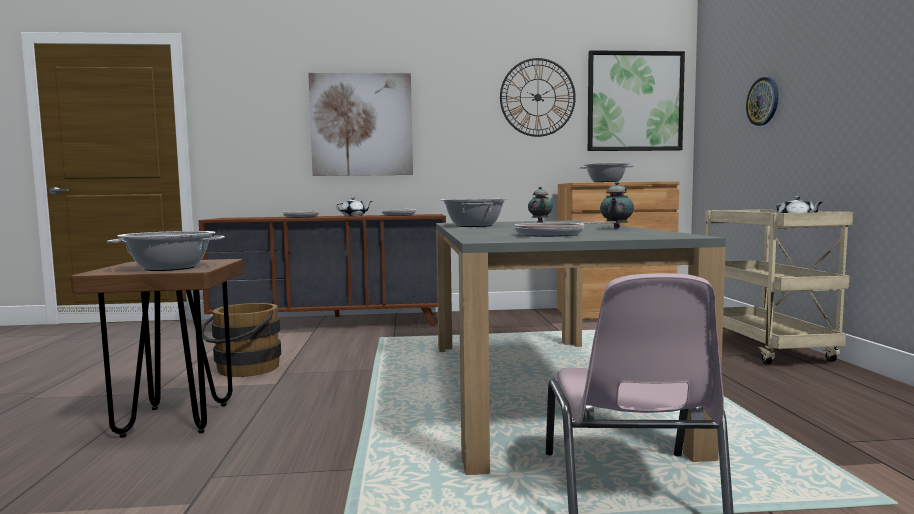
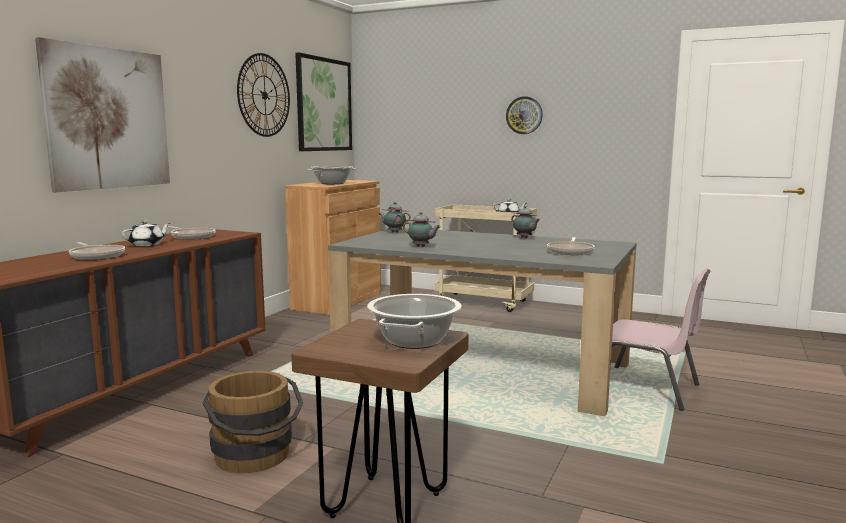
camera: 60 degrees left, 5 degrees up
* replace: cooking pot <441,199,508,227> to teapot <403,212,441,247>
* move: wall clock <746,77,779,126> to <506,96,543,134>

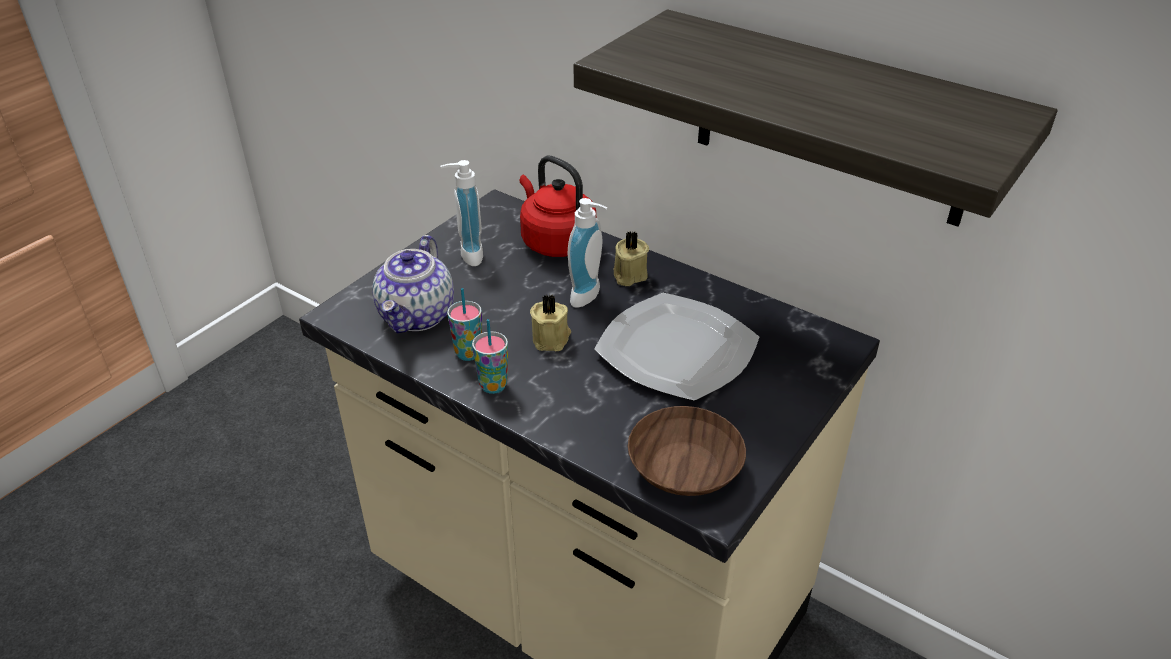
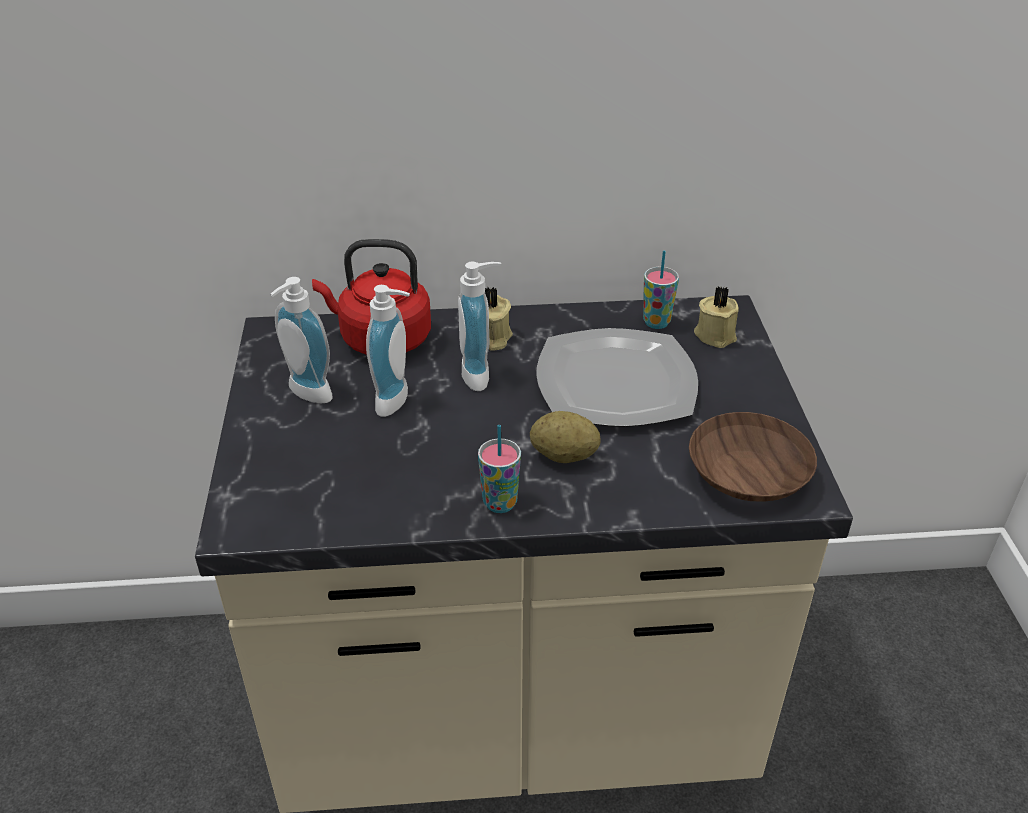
camera: 40 degrees left, 0 degrees up
* insert: soap dispenser <366,285,410,417>
* insert: potato <530,411,601,463>
* move: cup <447,288,482,361> to <643,251,679,329>
* move: beige candle <530,294,571,351> to <694,287,739,348>
* delete: teapot <373,235,454,334>
* delete: shelf <574,9,1057,227>

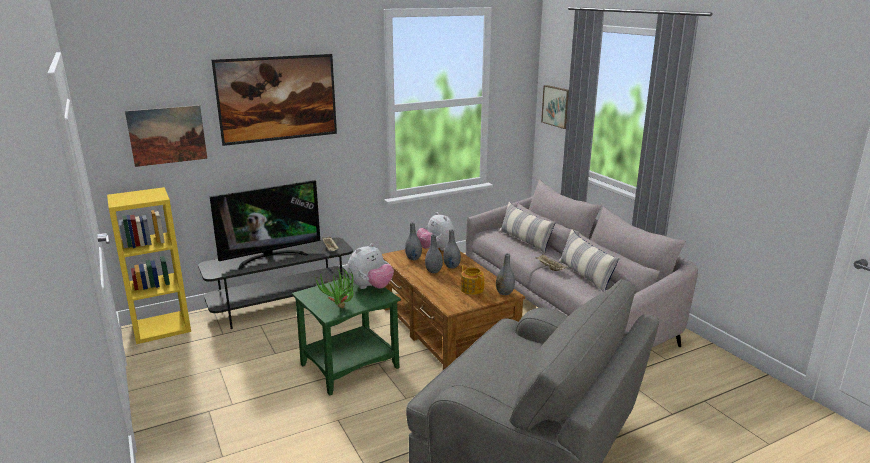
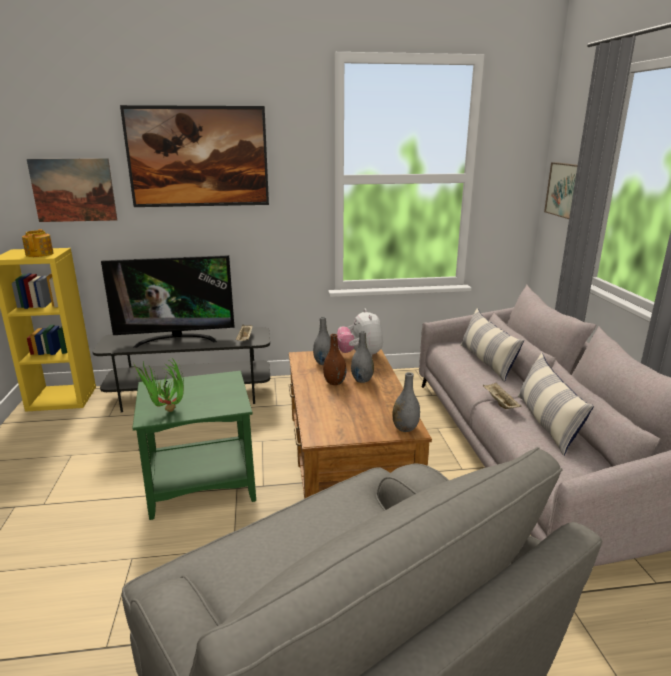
camera: 20 degrees right, 0 degrees up
* move: teapot <461,265,484,295> to <22,229,54,257>
* recolor: grey vase <425,234,443,273> to brown vase <323,334,347,385>
* delete: plush toy <347,243,394,289>

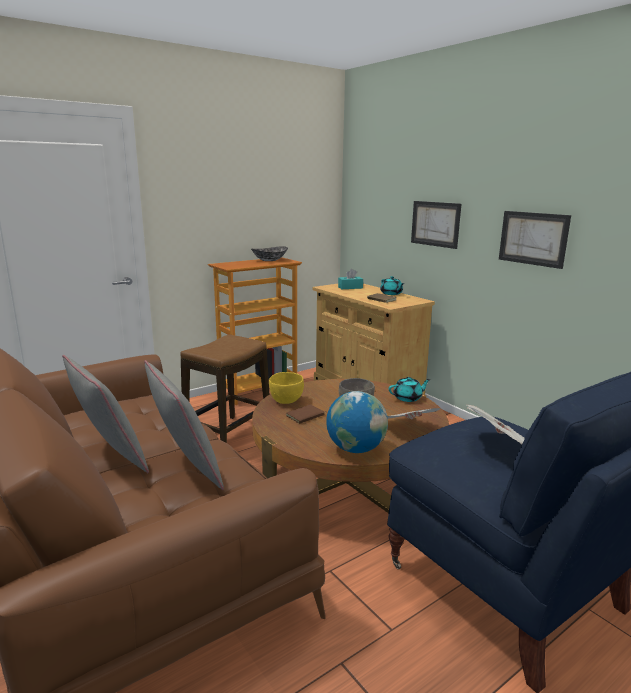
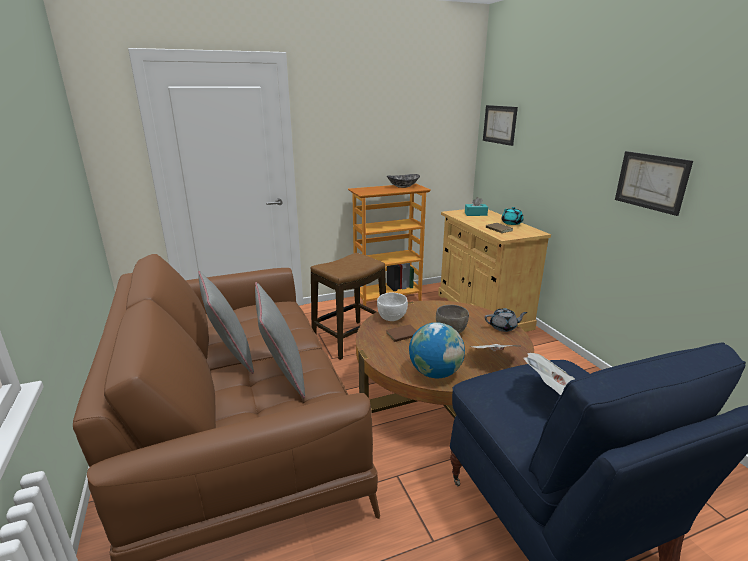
camera: 15 degrees right, 5 degrees up
* recolor: yellow bowl <269,372,304,404> to white bowl <377,292,408,321>
* move: picture <411,201,461,249> to <483,105,518,146>
* recolor: turquoise teapot <389,377,431,402> to grey teapot <485,308,527,332>

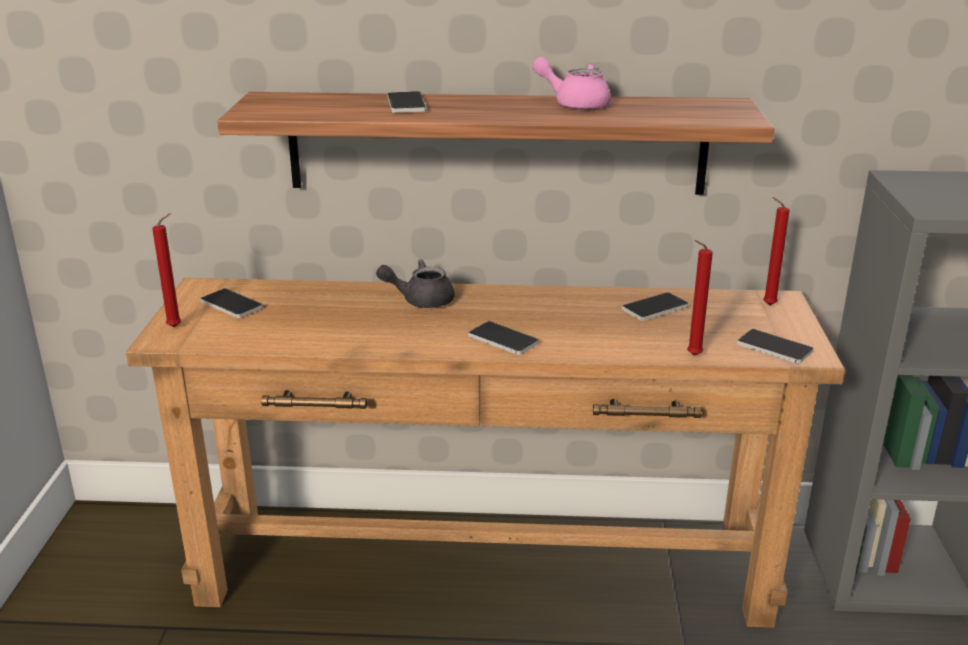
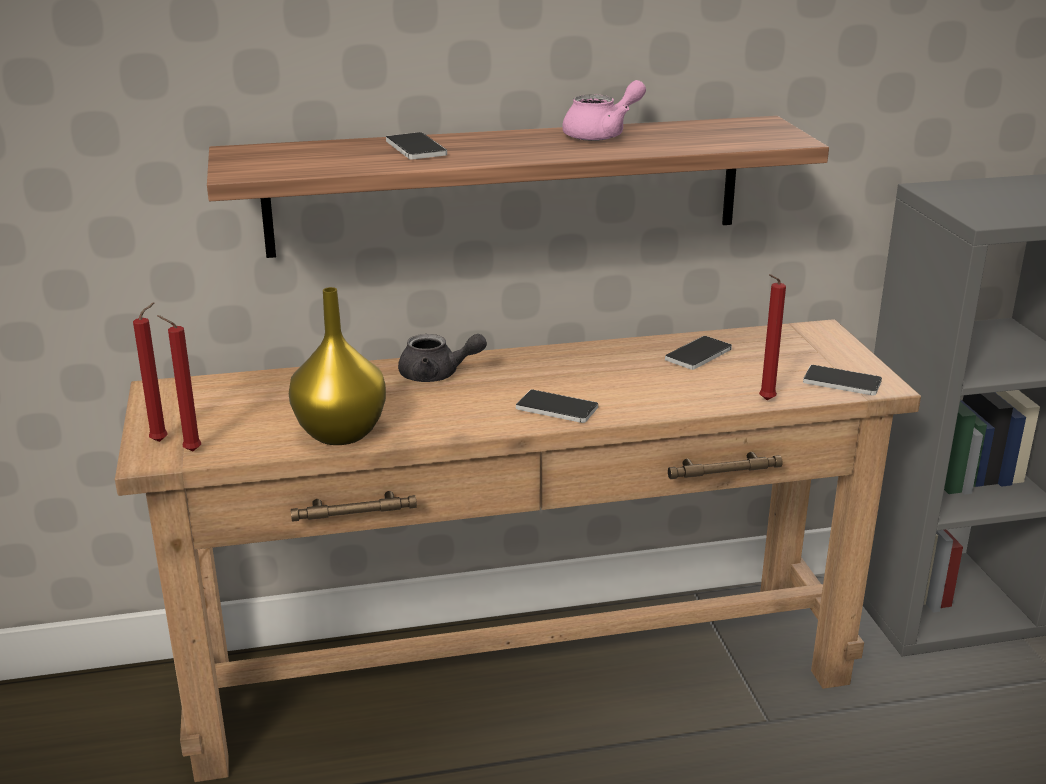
camera: 15 degrees left, 0 degrees up
* move: red candle <763,197,790,306> to <157,315,201,451>
* insert: yellow vase <289,287,386,445>
* rotate: grey teapot <376,259,455,308> = <398,334,487,382> 150 degrees counterclockwise
* rotate: pink teapot <532,57,611,110> = <562,80,646,141> 135 degrees clockwise
* delete: phone <200,288,263,318>

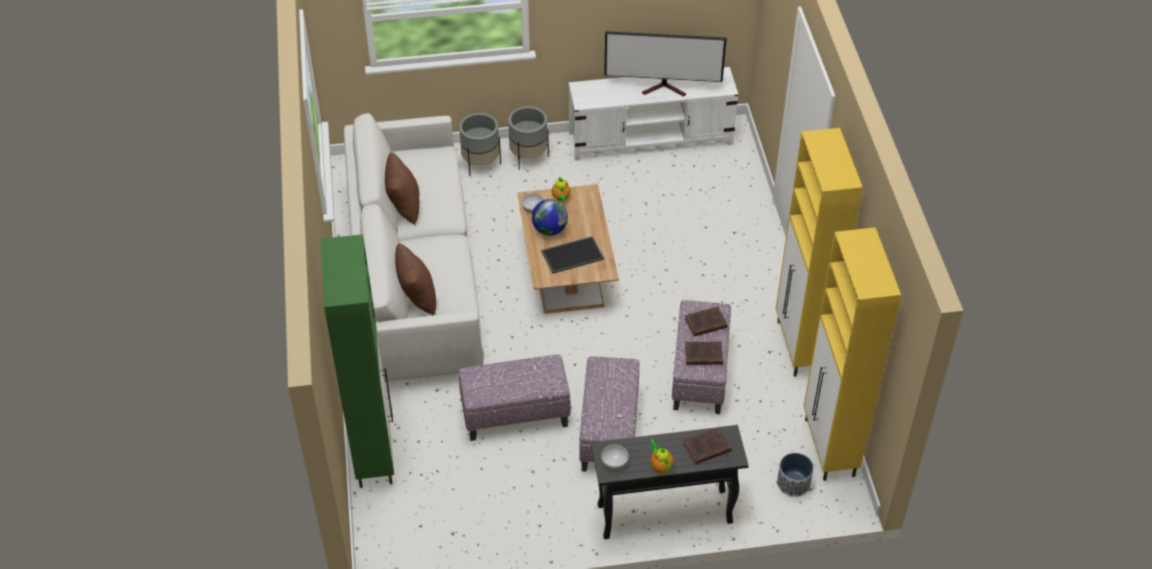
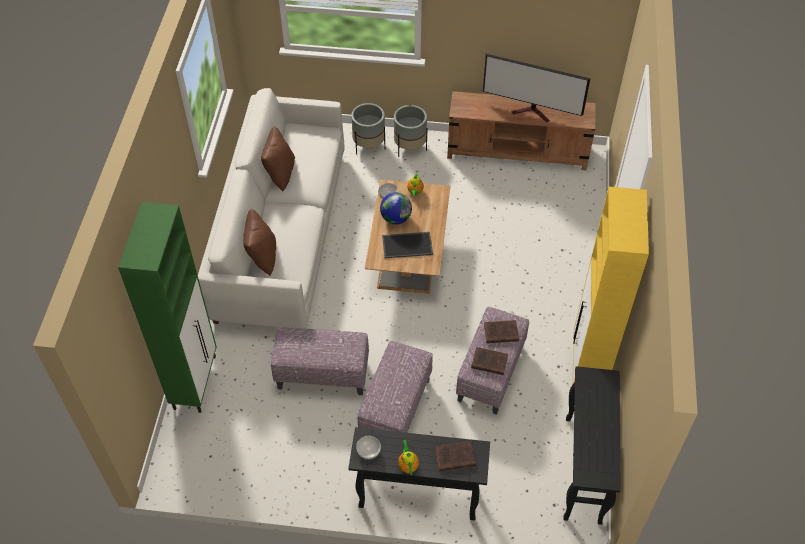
camera: 15 degrees right, 5 degrees up
* recolor: white tv stand <569,67,739,161> to brown tv stand <447,91,596,171>
* replace: yellow cabinet <803,227,901,481> to black console table <564,366,621,525>
* delete: planter <777,453,813,497>

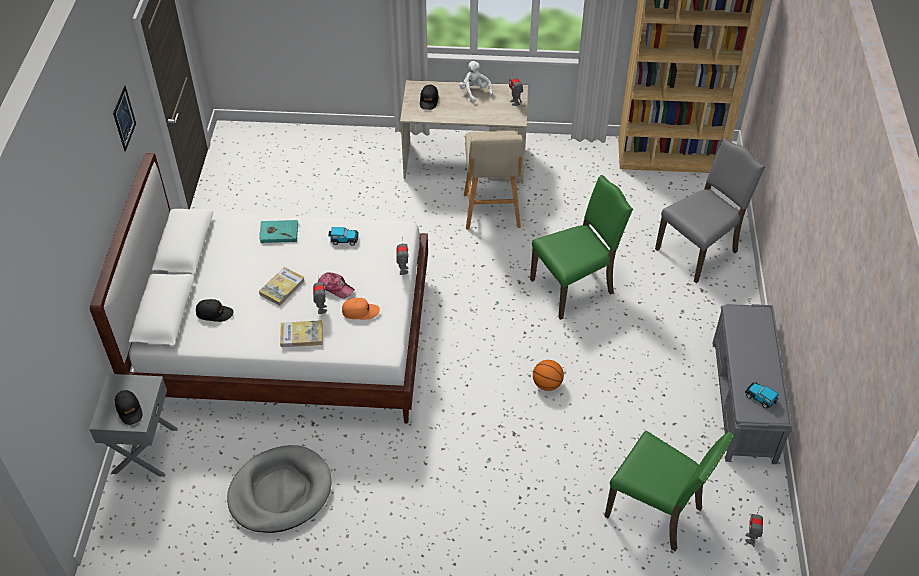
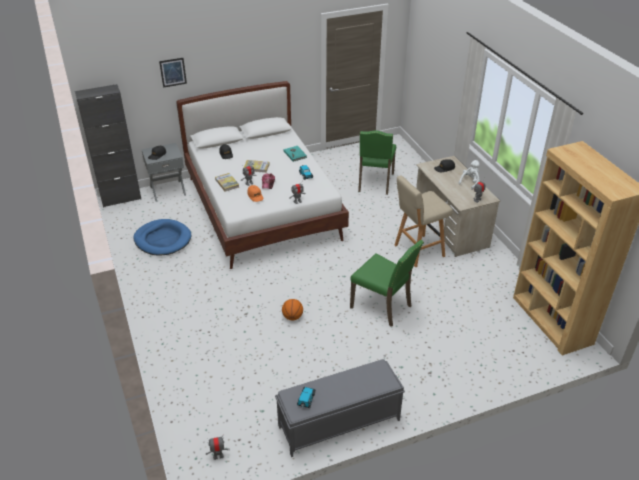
camera: 65 degrees right, 10 degrees down
* insert: black cabinet <75,84,141,207>
* recolor: grey dog bed <227,445,332,533> to blue dog bed <133,219,191,256>
* move: picture <113,86,136,151> to <159,58,187,88>
* move: green chair <604,430,734,551> to <358,130,396,195>
* delete: grey chair <655,138,765,283>

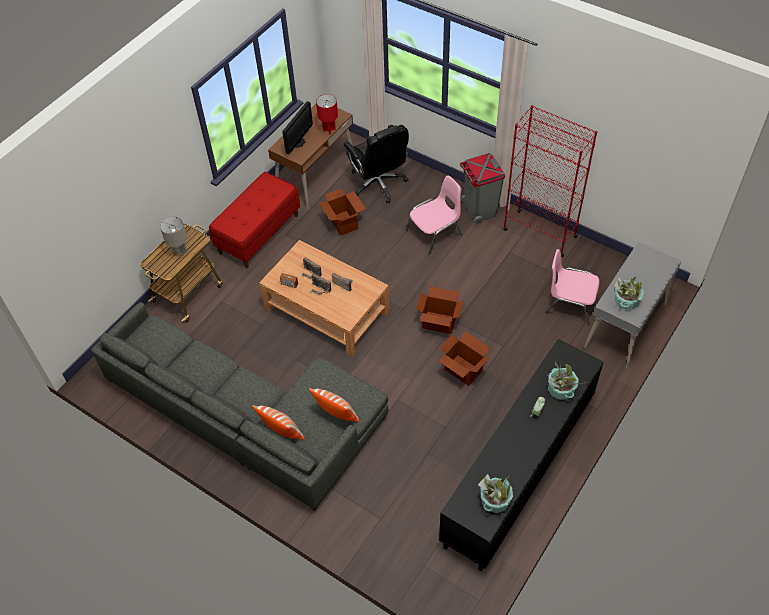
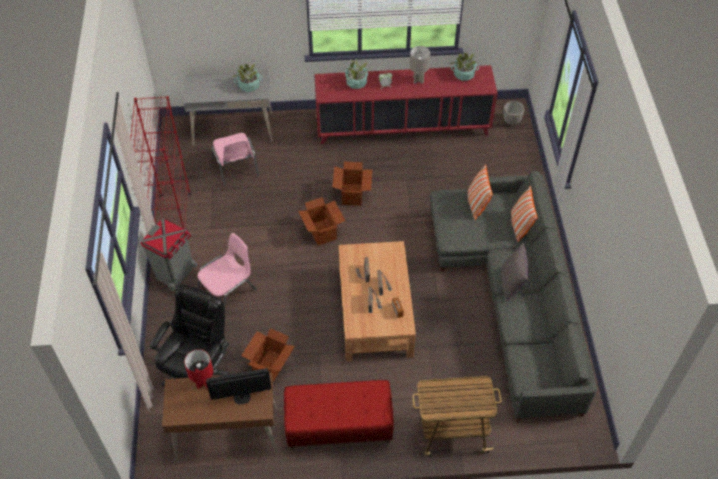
camera: 130 degrees left, 0 degrees up
* rotate: pink chair <406,176,462,255> = <197,233,257,310> 120 degrees clockwise
* recolor: black cabinet <439,339,603,571> to red cabinet <314,65,498,144>
* move: grey table lamp <160,216,187,258> to <410,46,430,84>
* insert: grey pillow <502,243,529,302>
* insert: planter <503,101,524,125>

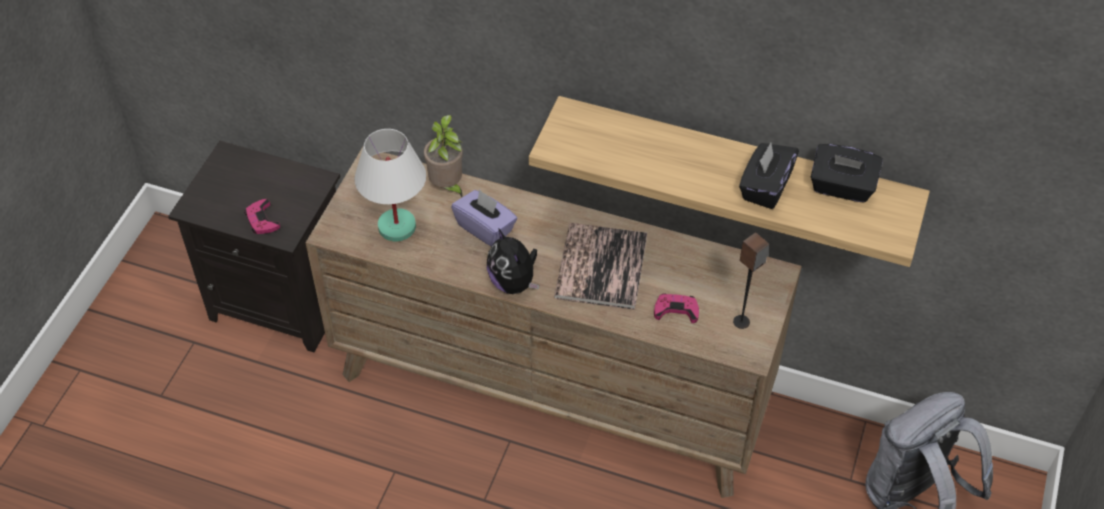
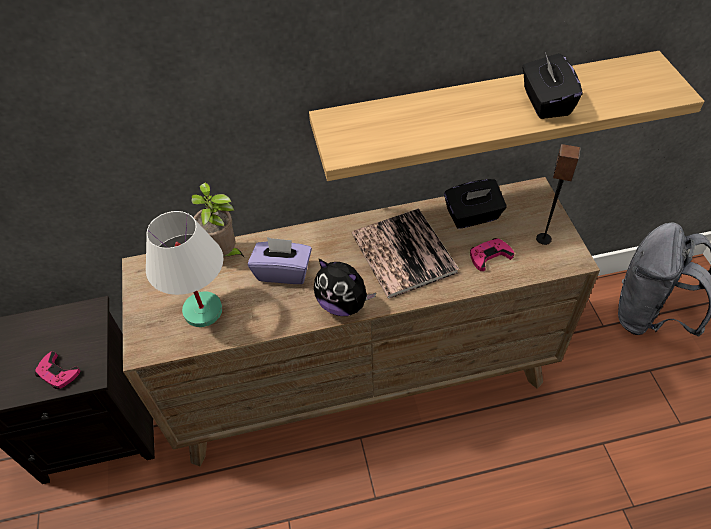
camera: 30 degrees left, 0 degrees up
* move: black tissue box <811,144,883,203> to <444,179,507,229>

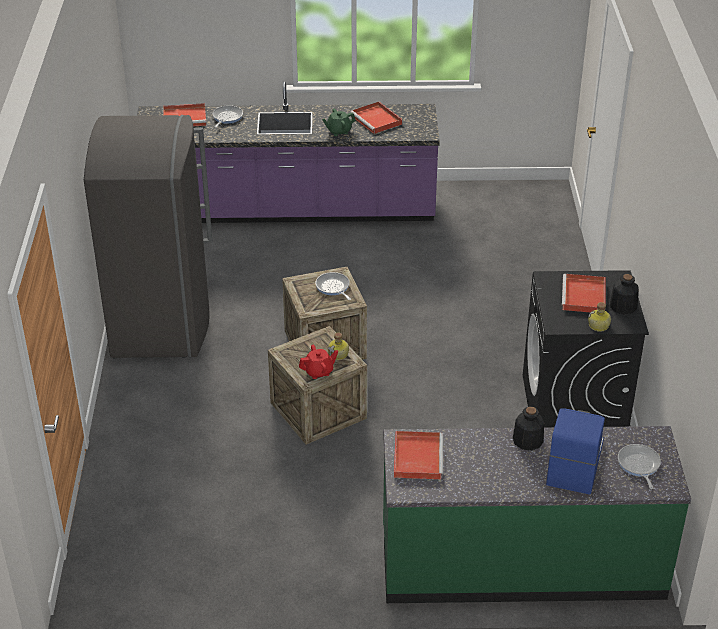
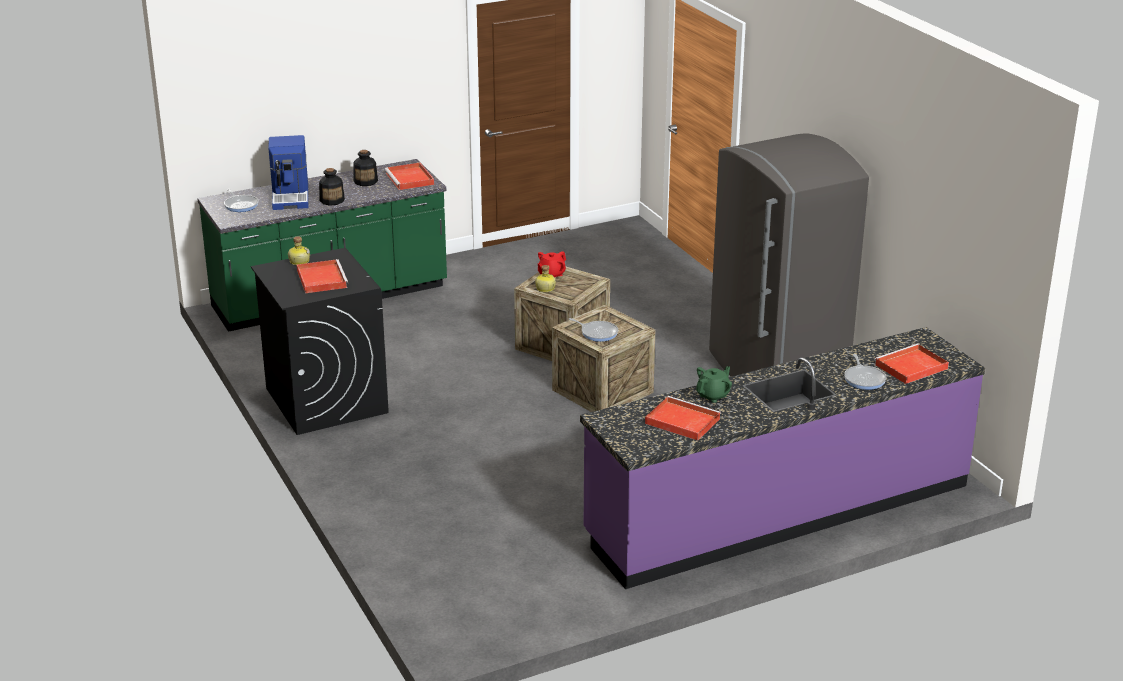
camera: 155 degrees right, 10 degrees down
* move: bottle <610,274,639,314> to <353,150,378,186>

